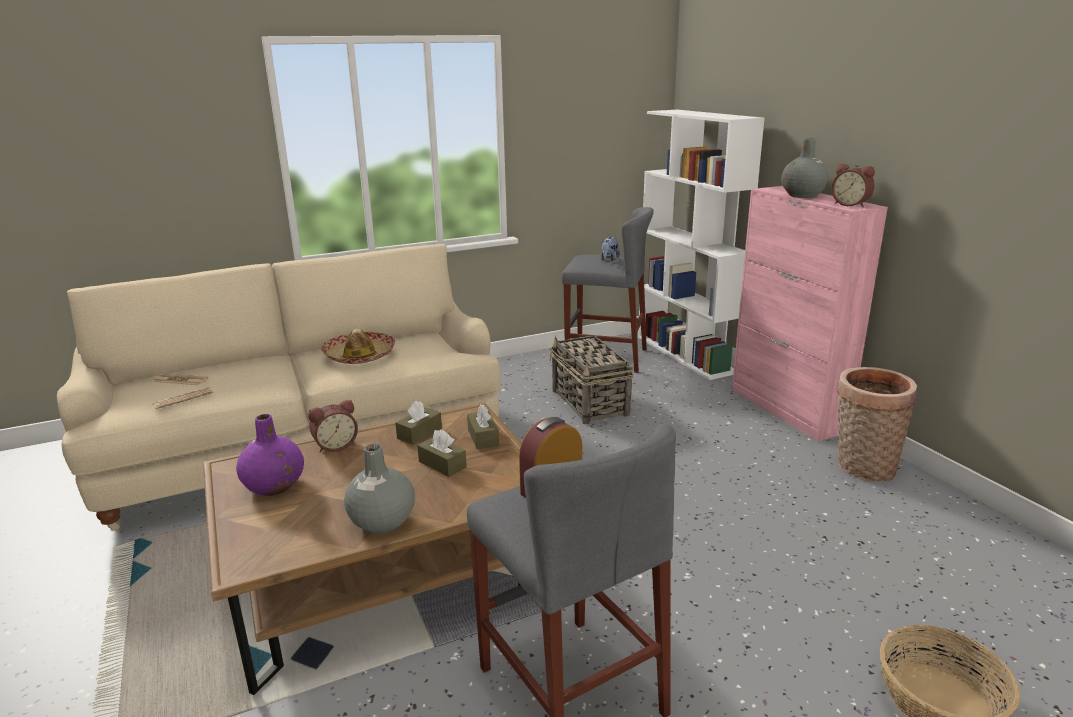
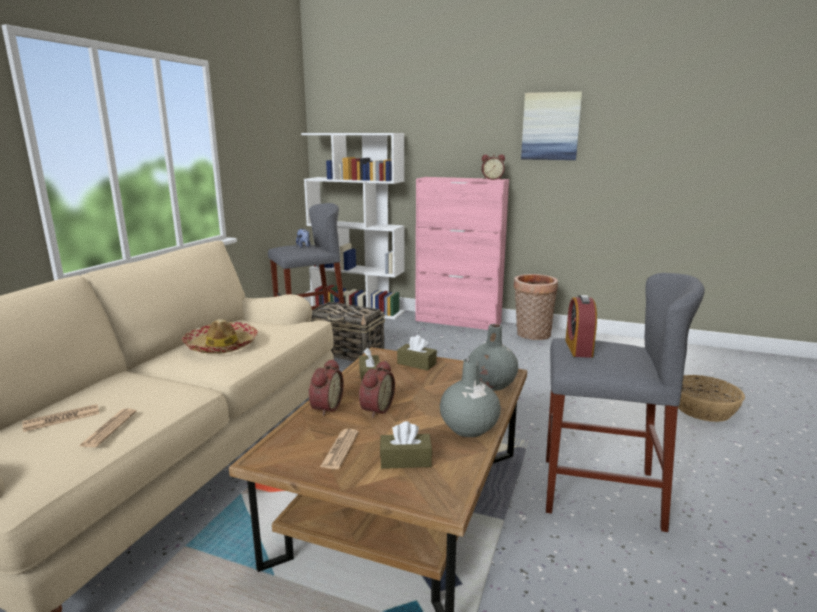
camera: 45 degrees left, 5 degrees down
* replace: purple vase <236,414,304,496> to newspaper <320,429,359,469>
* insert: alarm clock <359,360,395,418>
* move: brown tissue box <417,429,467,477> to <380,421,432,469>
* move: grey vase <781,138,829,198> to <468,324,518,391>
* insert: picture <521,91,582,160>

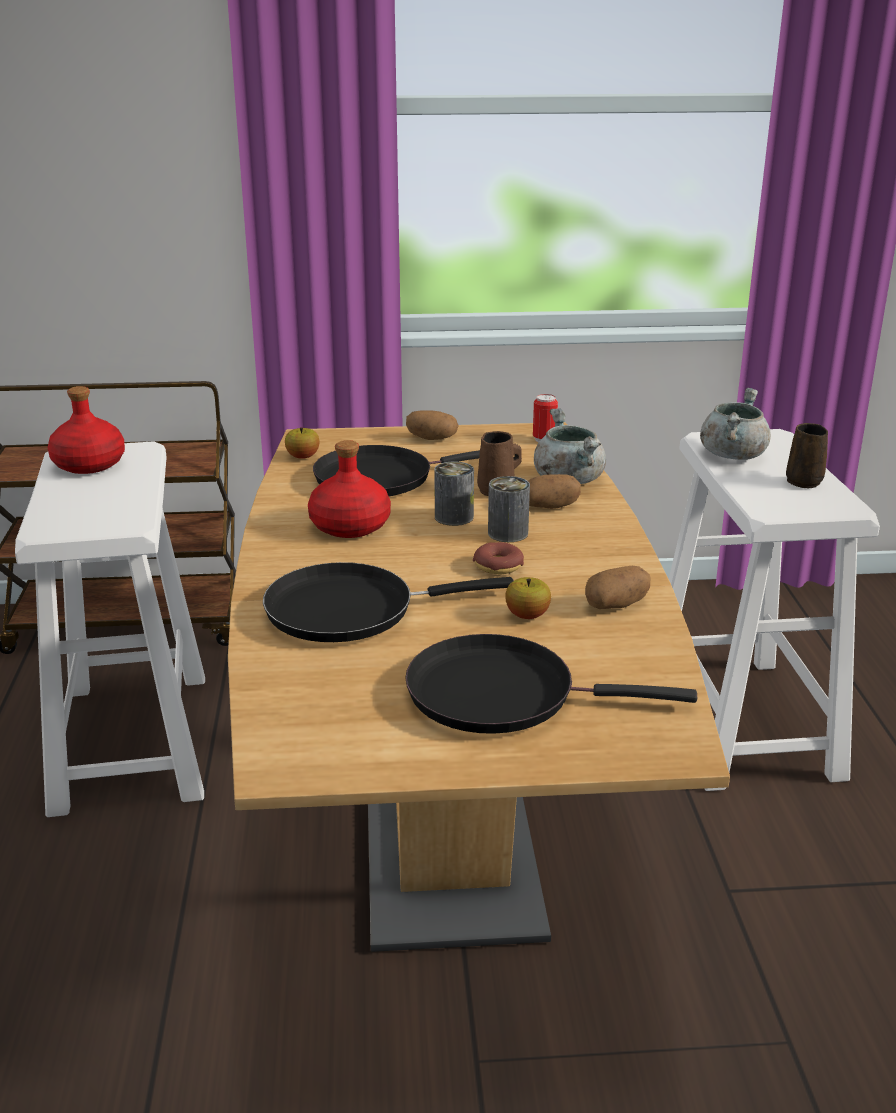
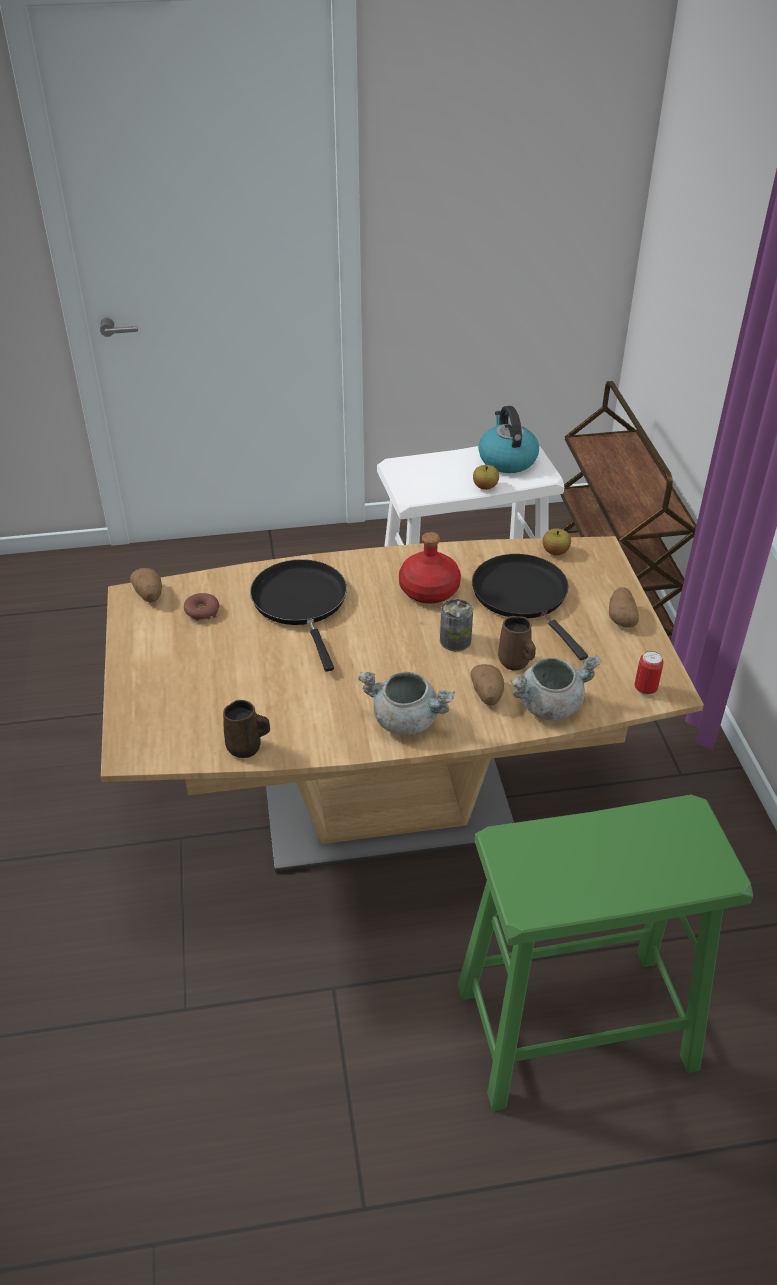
camera: 85 degrees right, 15 degrees up
* move: potato <585,566,650,609> to <130,568,162,602>
* move: donut <473,542,524,574> to <184,593,219,621>
* move: brown mug <786,423,828,488> to <223,700,270,758>
* move: grey cooking pot <700,388,771,460> to <358,672,455,735>
* recolor: white stool <669,429,880,791> to green stool <458,795,753,1111>
* move: apple <505,577,551,619> to <473,465,499,490>
* replace: red bottle <47,386,125,474> to kettle <478,406,539,473>
* delete: black frying pan <405,634,697,734>
* delete: can <488,476,530,542>

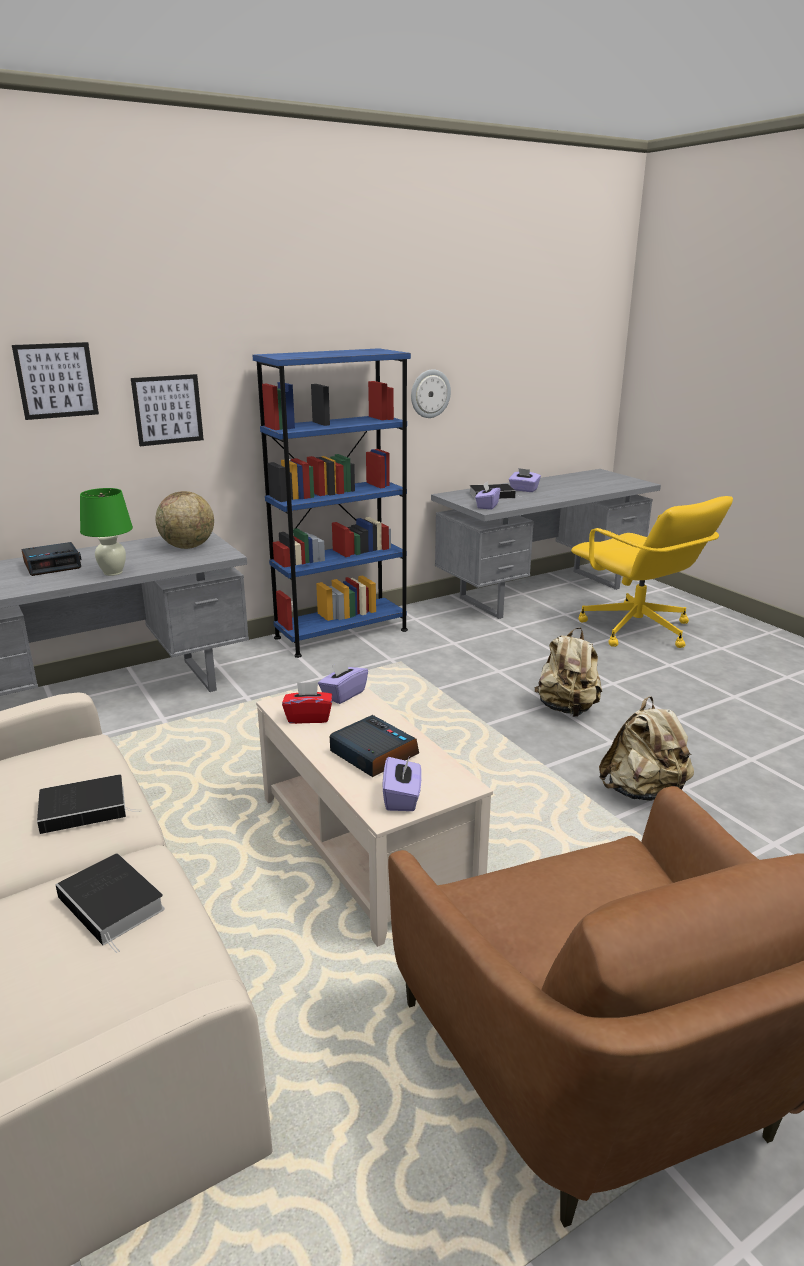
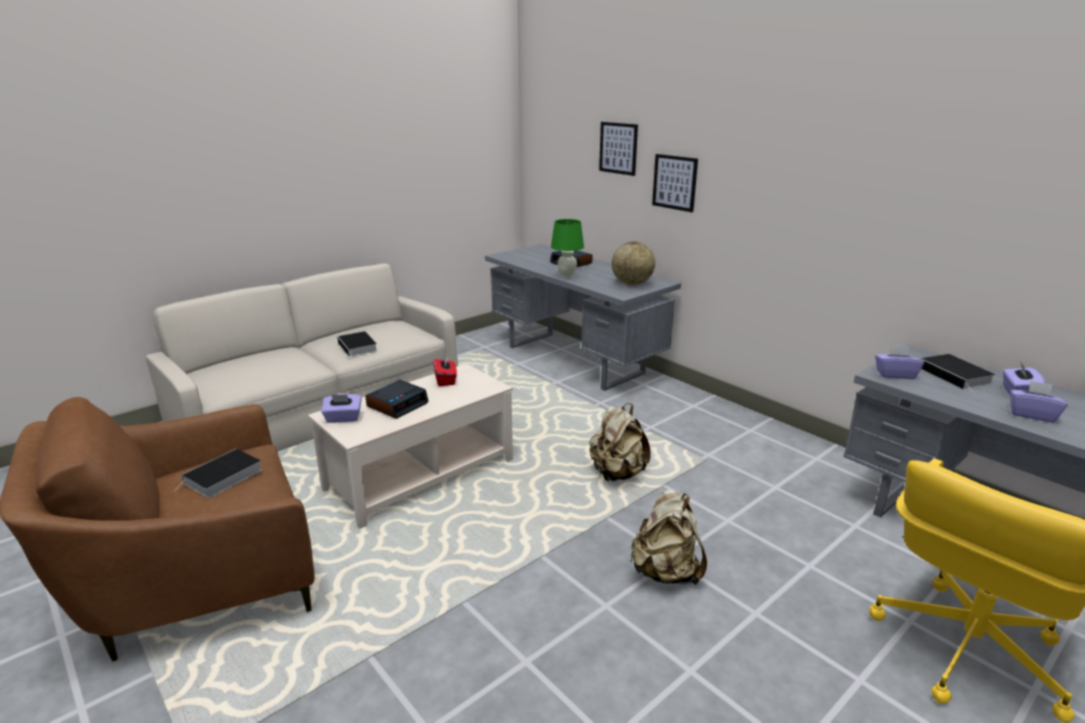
camera: 80 degrees right, 0 degrees up
* move: book <55,854,165,953> to <177,449,262,498>
* move: beige backpack <599,696,694,801> to <589,403,651,481>
* move: purple tissue box <318,658,368,704> to <1010,380,1067,423>
* delete: blue bookcase <252,348,411,658>
* delete: wall clock <411,369,451,418>

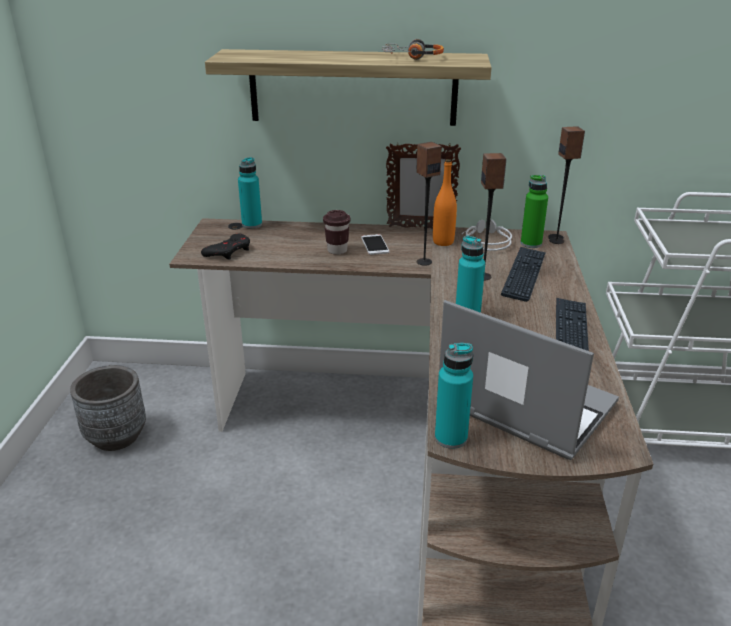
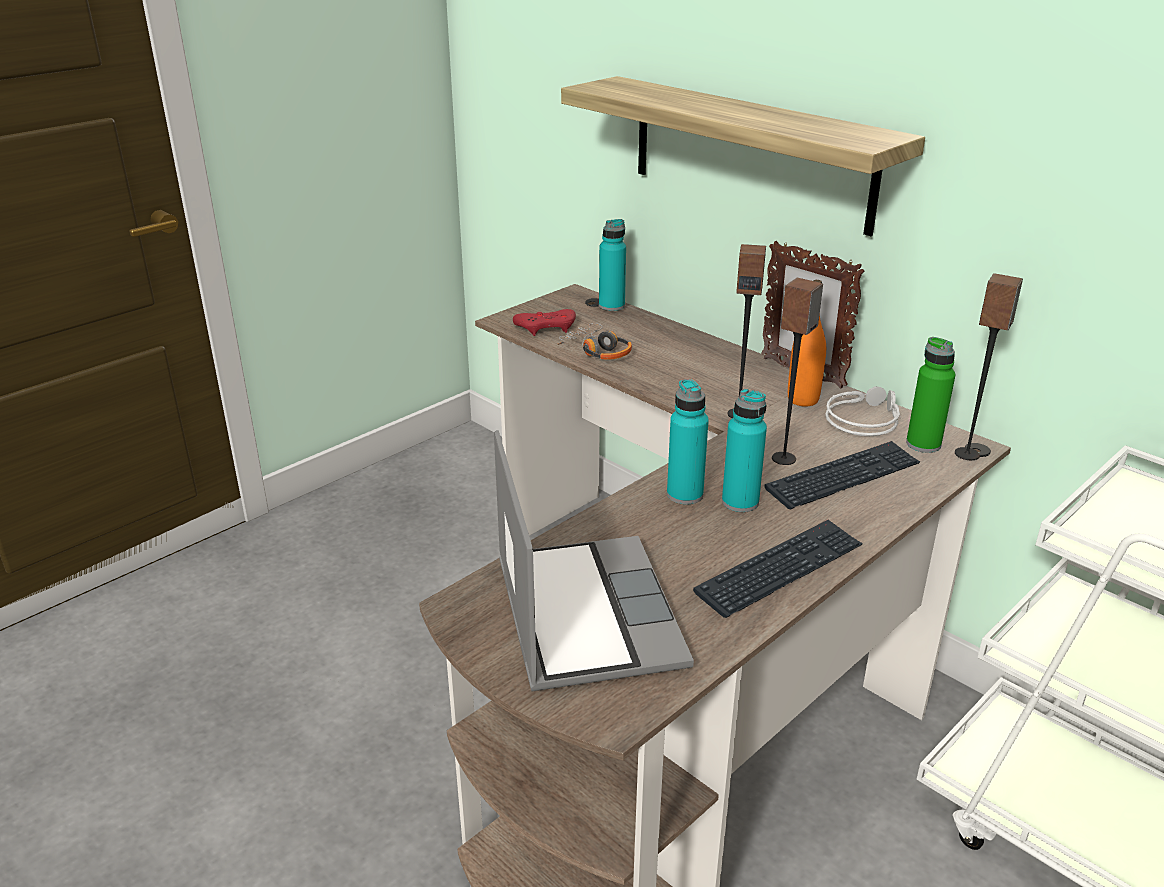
camera: 40 degrees right, 0 degrees up
* recolor: black game controller <201,233,250,260> to red game controller <513,309,576,336>
* move: headphones <382,39,444,60> to <557,323,632,360>
* move: turquoise bottle <435,343,473,449> to <722,389,767,512>
* delete: grey planter <70,365,146,451>
* delete: brown cup <323,210,350,255>
* delete: phone <361,234,389,255>

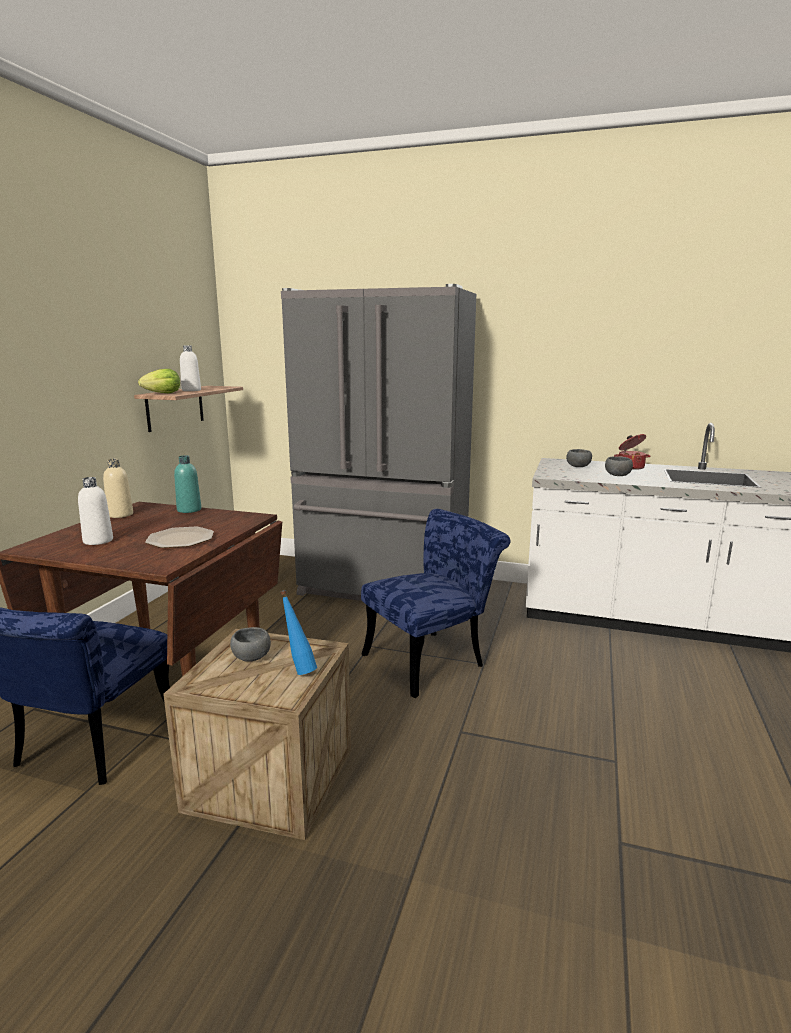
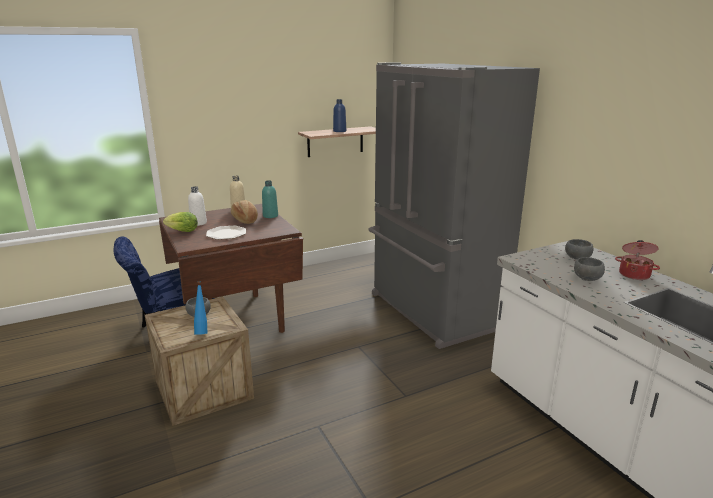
camera: 45 degrees right, 5 degrees up
* move: lettuce <138,369,180,393> to <163,212,198,232>
* insert: bread <231,200,258,224>
* recolor: white bottle <180,346,201,391> to blue bottle <333,99,346,132>
* delete: blue chair <361,509,511,698>

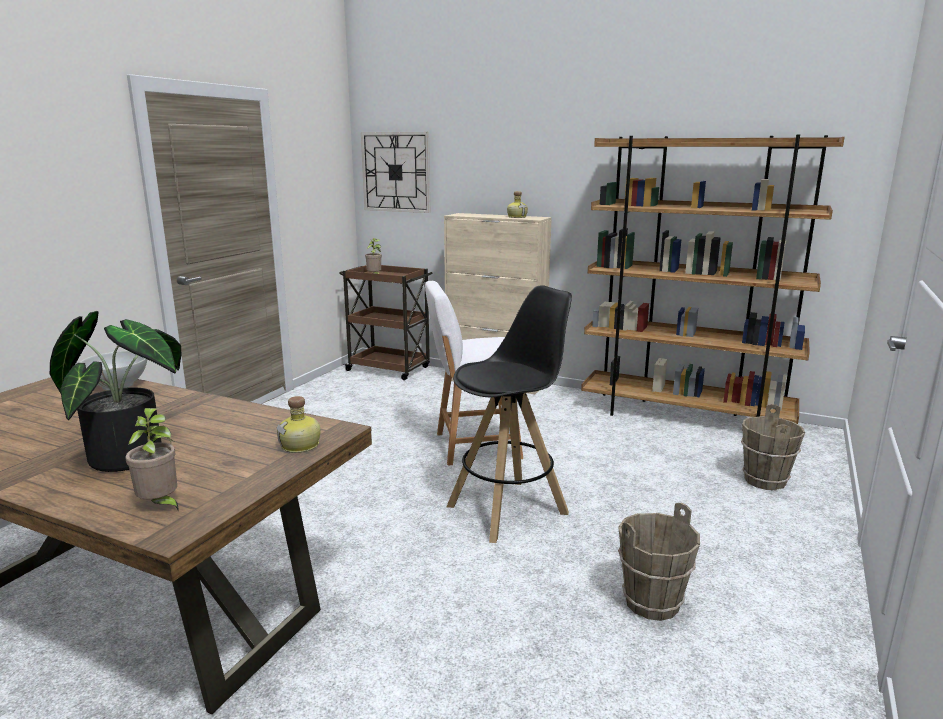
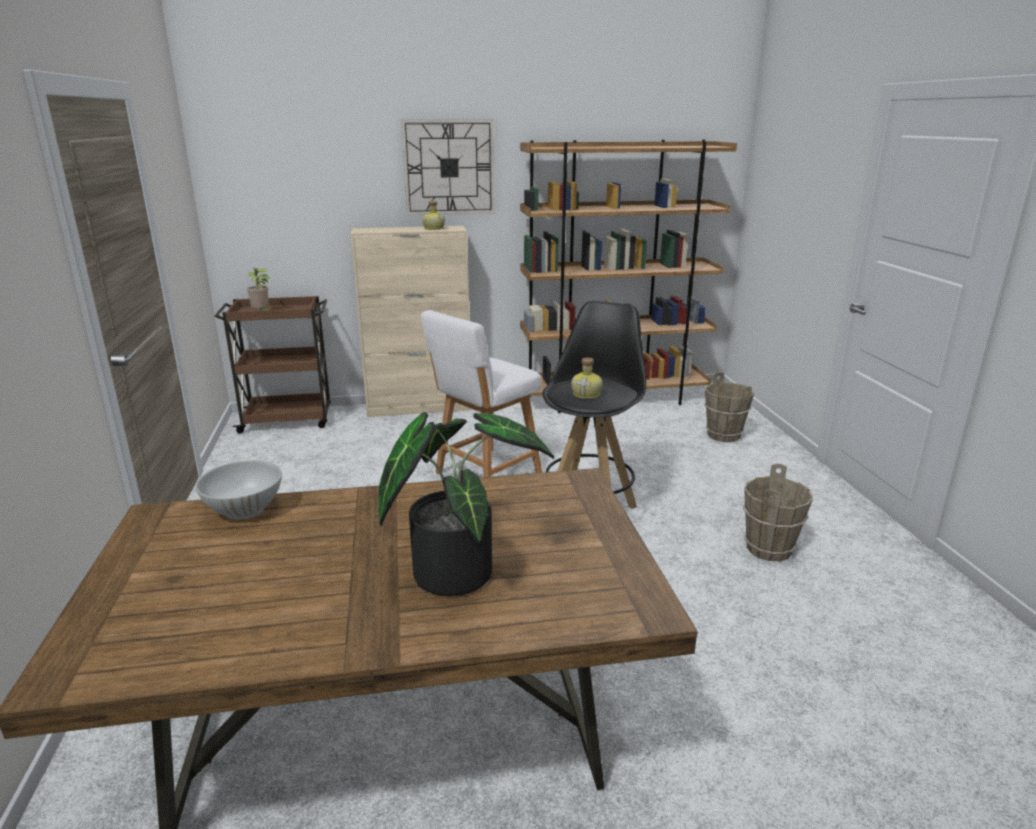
camera: 35 degrees left, 5 degrees up
* move: wall clock <361,132,430,213> to <401,119,495,215>
* move: bottle <276,396,321,453> to <571,357,603,399>
* delete: potted plant <125,408,179,512>

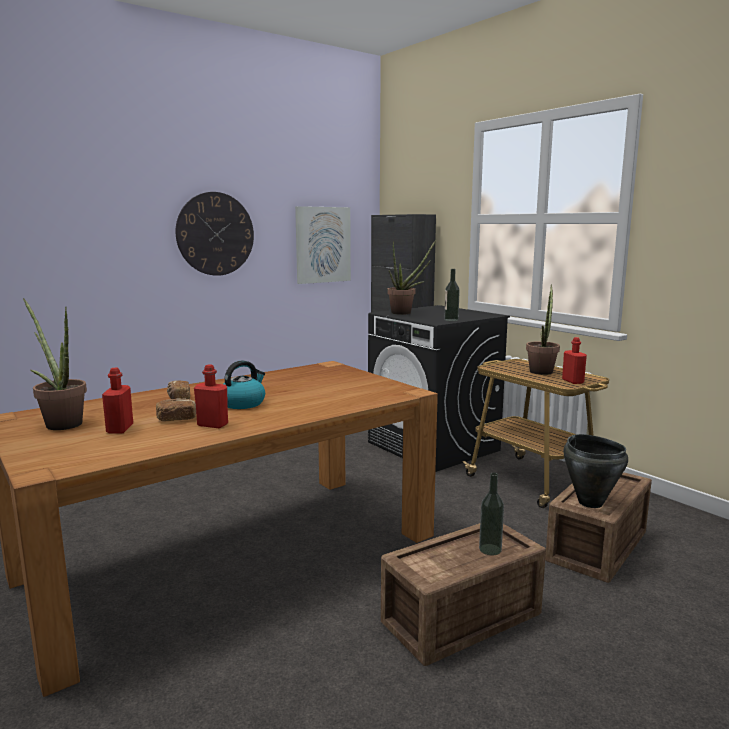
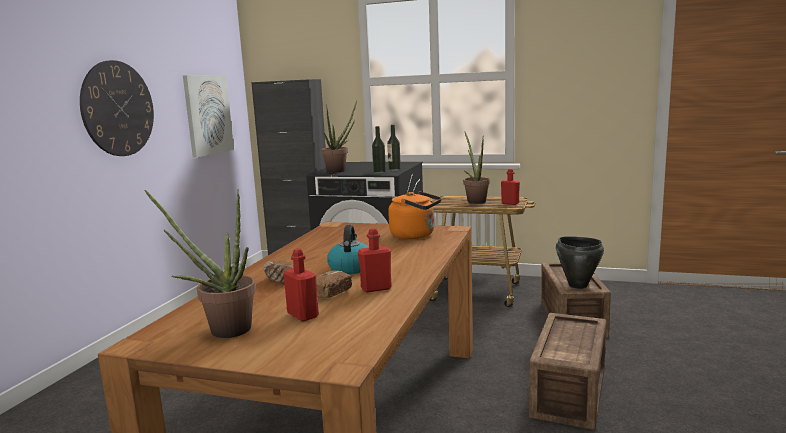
camera: 35 degrees left, 0 degrees up
* move: bottle <479,473,504,555> to <372,126,386,174>
* insert: orange kettle <388,191,442,239>

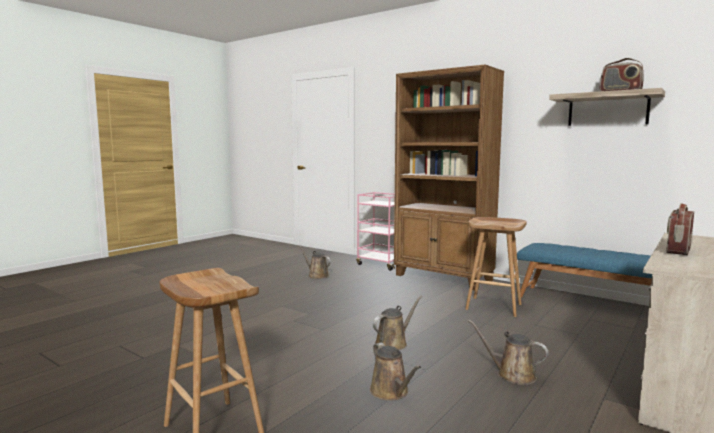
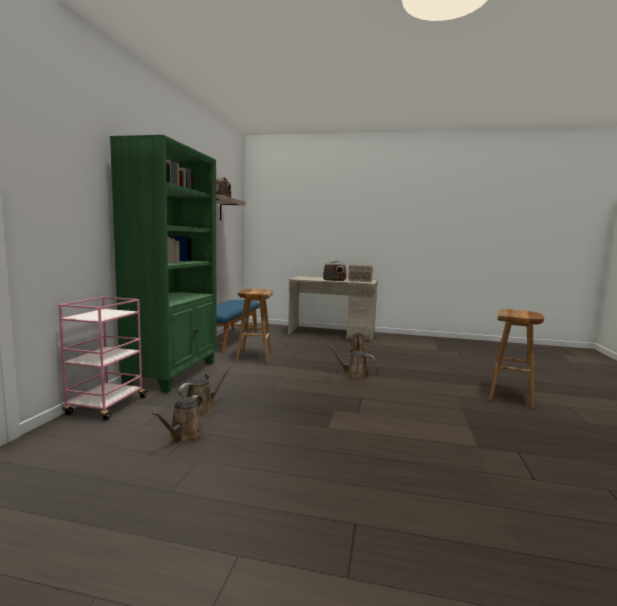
camera: 115 degrees left, 0 degrees up
* recolor: brown bookcase <394,64,504,290> to green bookcase <110,135,217,393>
* move: brown watering can <370,343,421,401> to <178,365,232,415>
* insert: radio <348,262,373,282>

